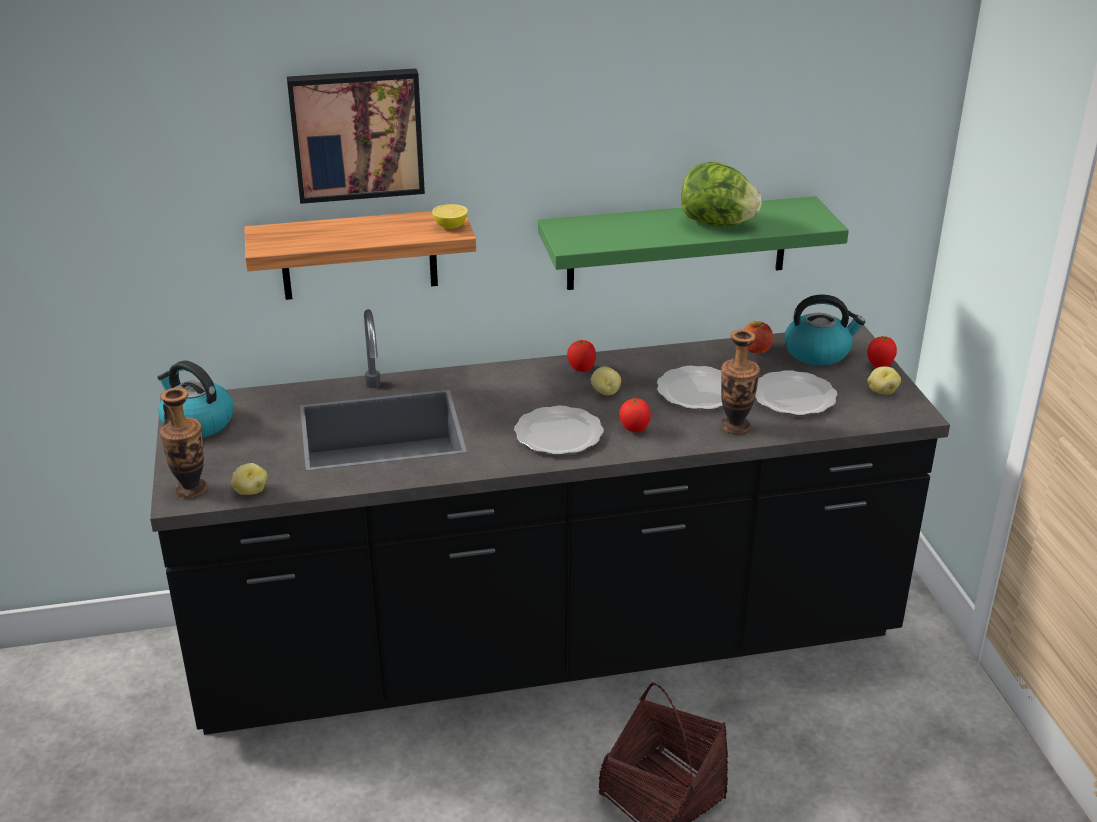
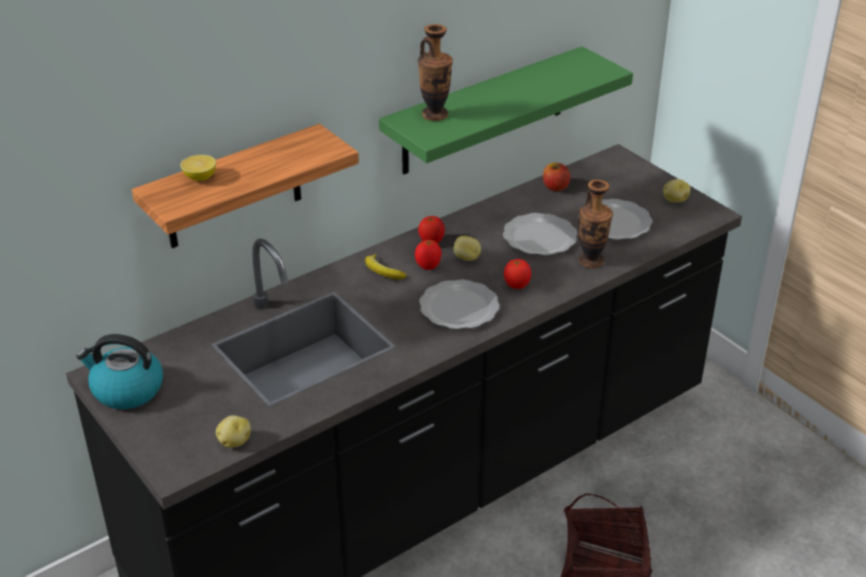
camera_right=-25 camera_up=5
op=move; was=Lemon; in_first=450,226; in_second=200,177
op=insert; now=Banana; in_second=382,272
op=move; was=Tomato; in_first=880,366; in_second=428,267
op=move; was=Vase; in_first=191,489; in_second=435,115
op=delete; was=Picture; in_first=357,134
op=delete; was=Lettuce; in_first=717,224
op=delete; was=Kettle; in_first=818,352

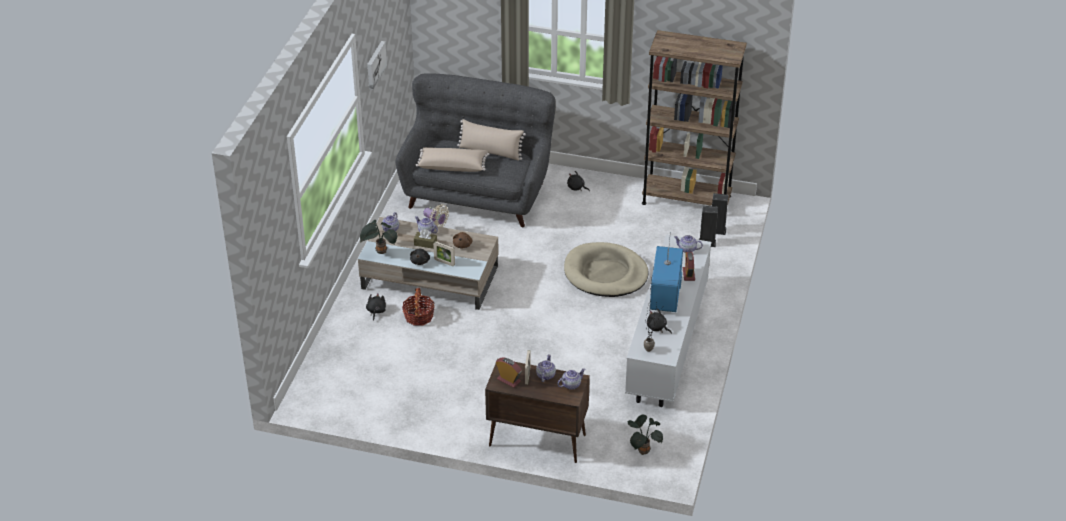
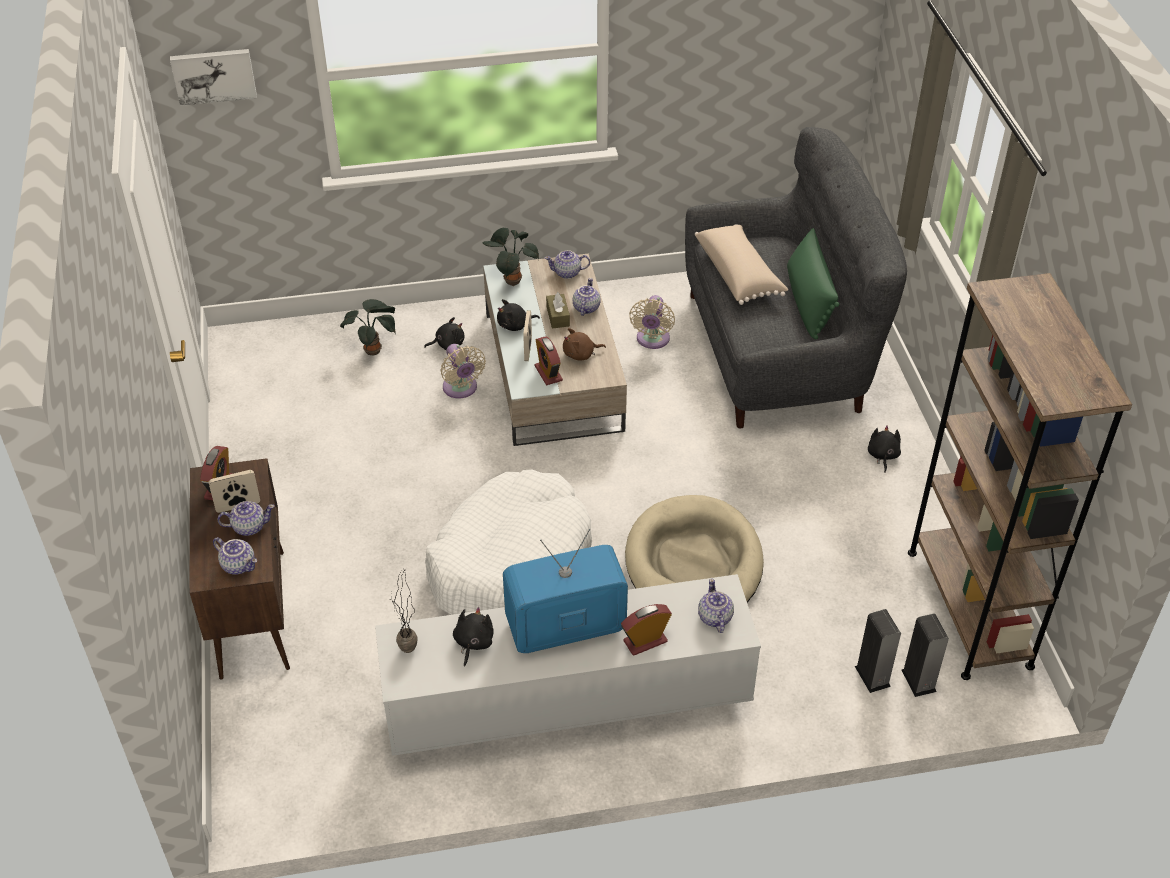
camera_right=65 camera_up=5
op=move; was=Picture; in_first=375,64; in_second=214,75
op=move; was=PottedPlant; in_first=642,450; in_second=374,350
op=insert; now=WhiteDogBed; in_second=510,562
op=replace; was=Basket; now=BeigeFan; in_first=418,316; in_second=461,389
op=insert; now=AlarmClock; in_second=548,373
op=recolor; was=BeigePillow; now=GreenPillow; in_first=490,151; in_second=808,301

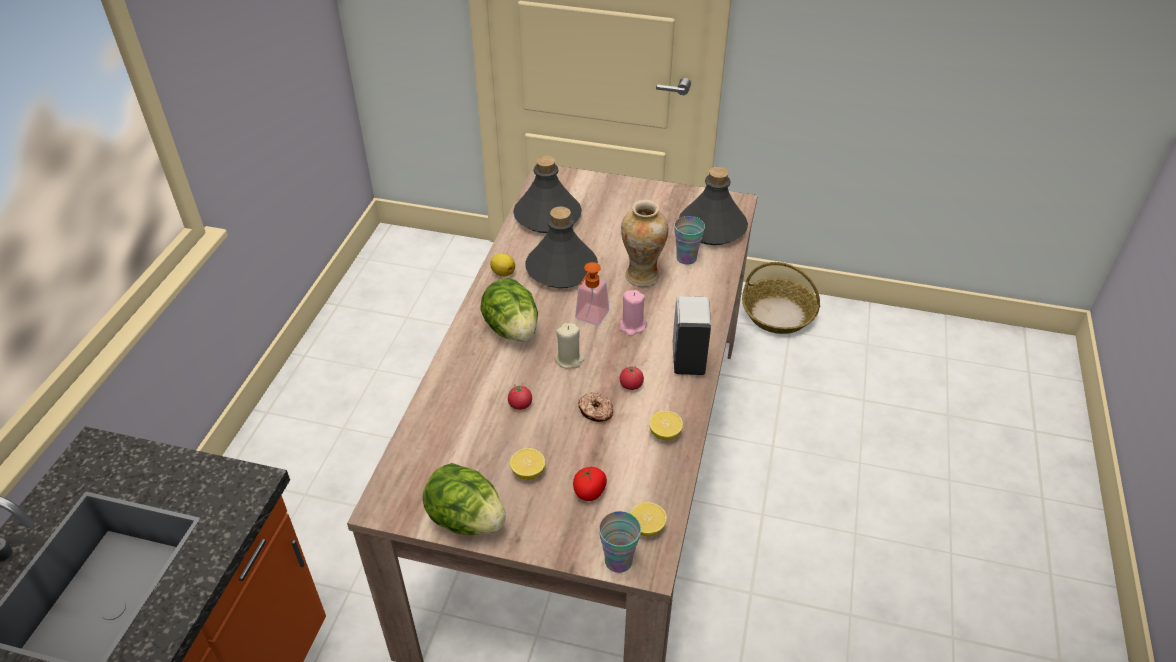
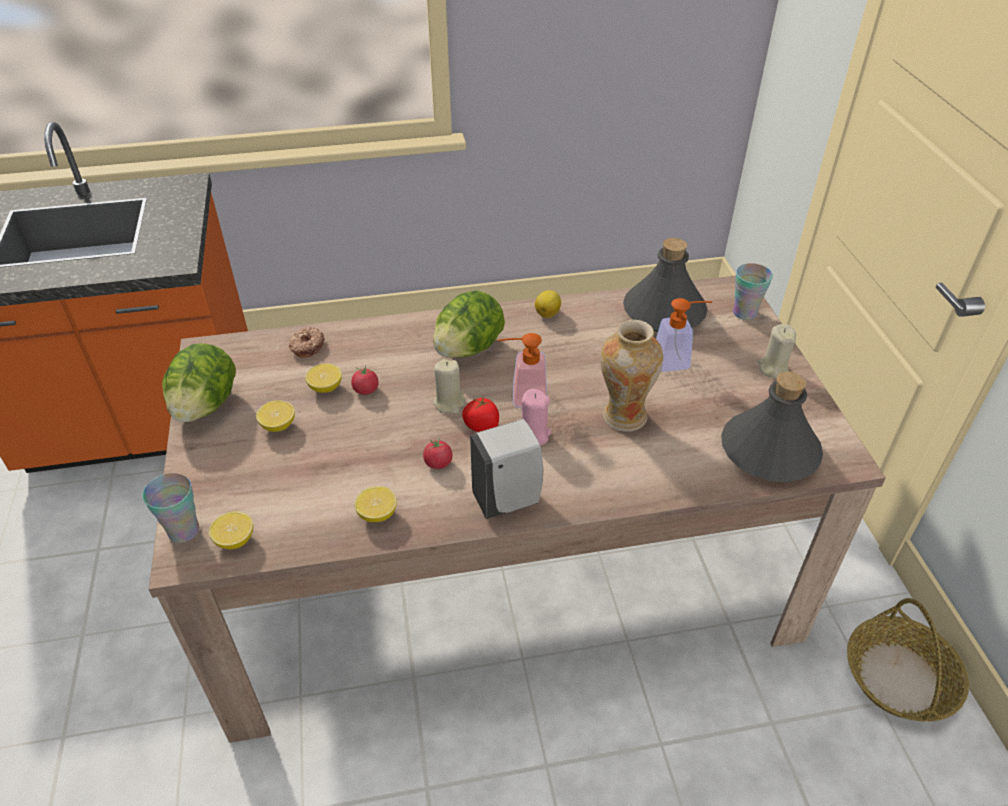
camera_right=65 camera_up=0
op=move; was=Donut; in_first=595,411; in_second=307,346
op=insert; now=Lemon; in_second=326,388
op=move; was=Tomato; in_first=589,492; in_second=482,426
op=insert; now=SoapDispenser; in_second=677,360
op=move; was=Cup; in_first=686,258; in_second=744,313
op=insert; now=BeigeCandle; in_second=773,368
op=delete; was=GreyBottle; in_first=562,269

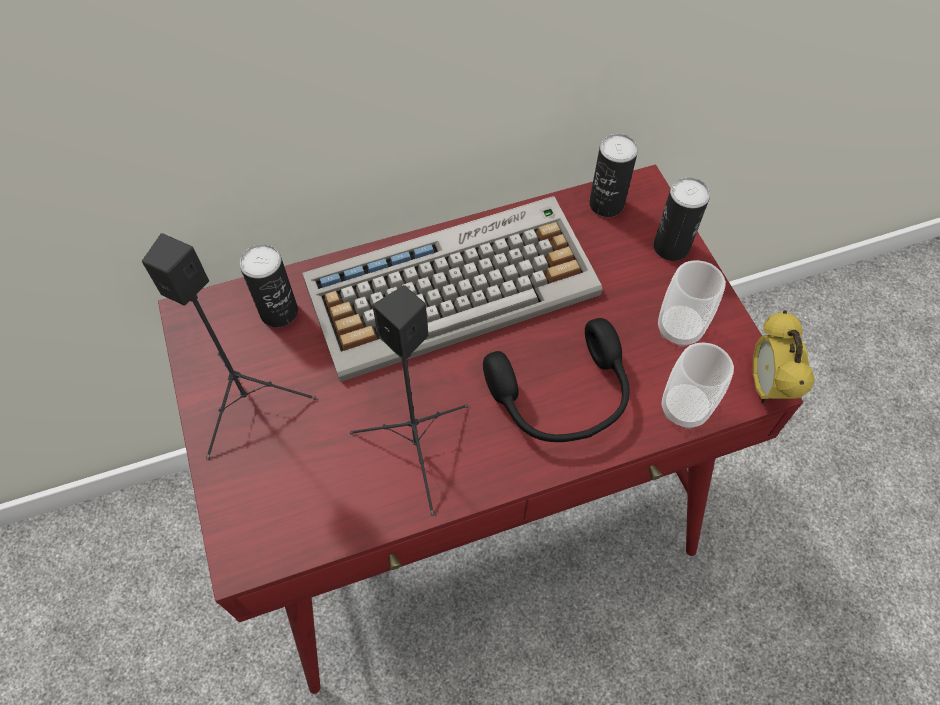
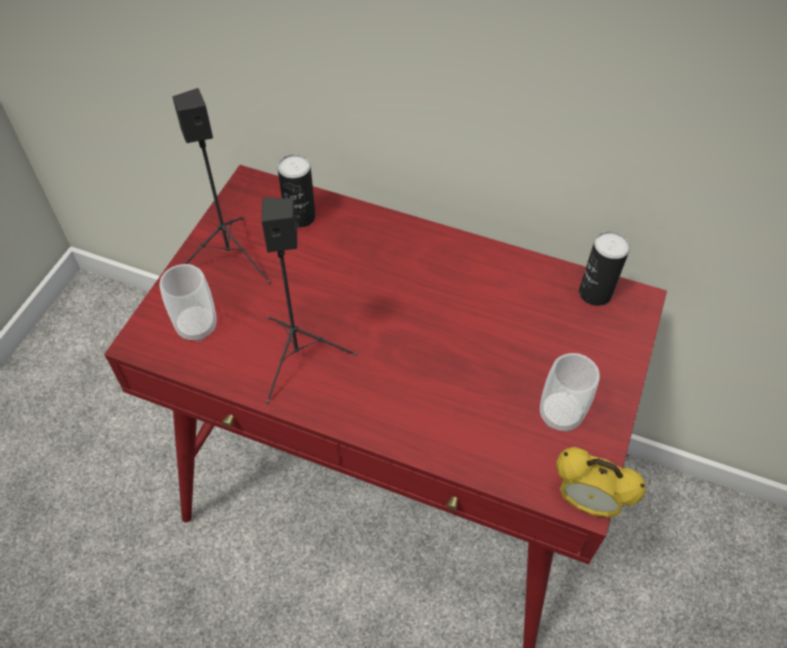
camera_right=40 camera_up=-5
op=move; was=Cup; in_first=684,408; in_second=197,326
op=rotate; was=AlarmClock; in_first=766,386; in_second=586,502; clockwise=-105
op=delete; was=Keyboard; in_first=454,286
op=delete; was=BlackHeadphones; in_first=562,398
op=delete; was=Can; in_first=671,247

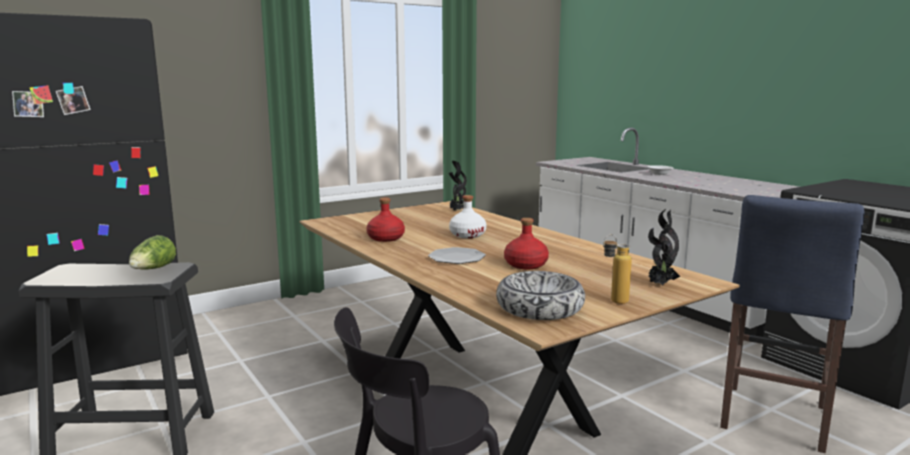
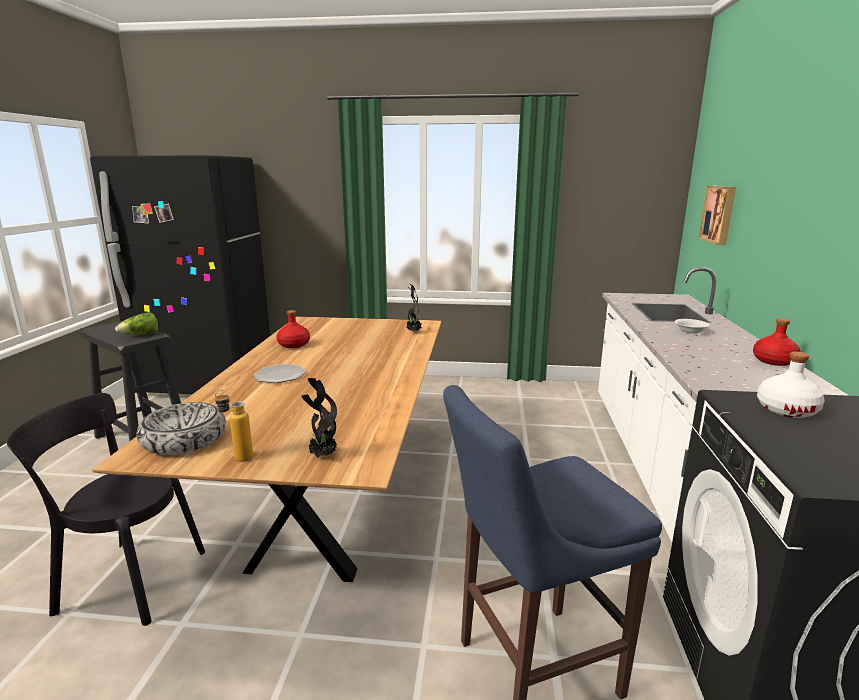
camera_right=40 camera_up=5
op=insert; now=Picture; in_second=719,214
op=move; was=RedBottle; in_first=525,265; in_second=773,361
op=move; was=WhiteBottle; in_first=467,235; in_second=786,409

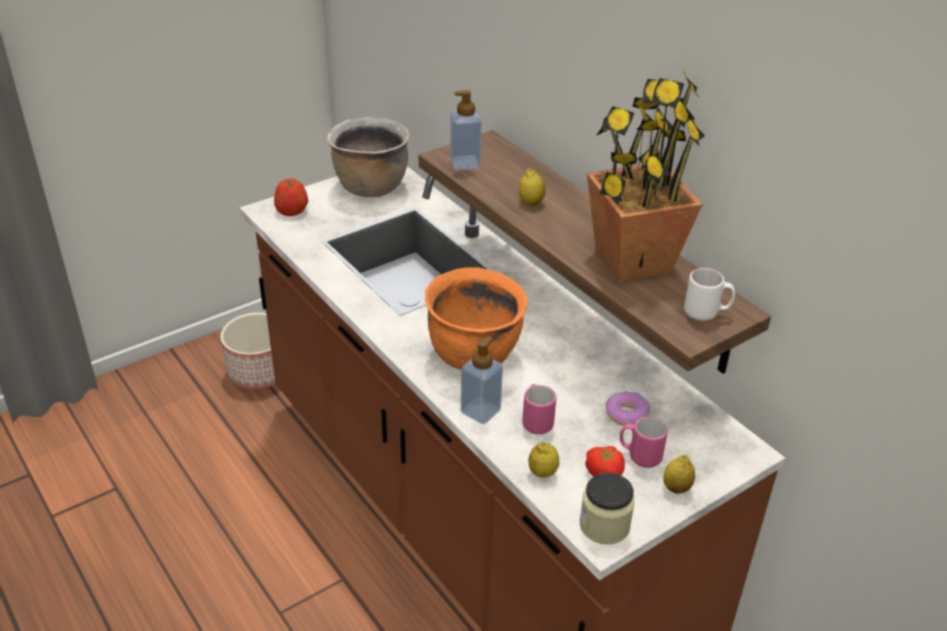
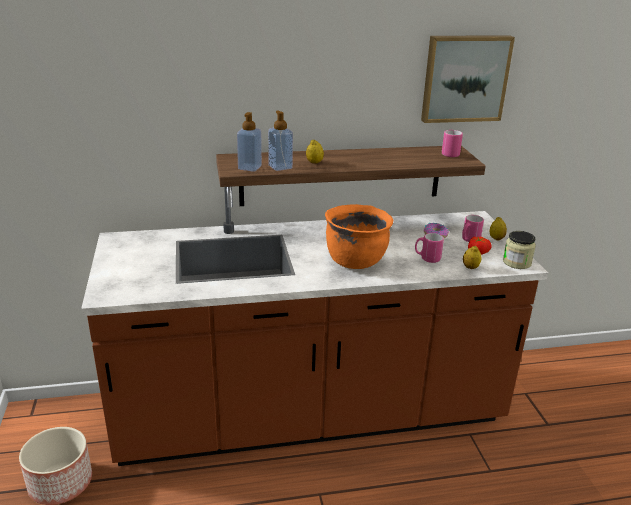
camera_right=-65 camera_up=-10
op=move; was=SoapDispenser; in_first=480,411; in_second=280,167
op=insert; now=Picture; in_second=464,78
op=recolor; was=WhiteMug; now=PinkMug; in_first=707,313; in_second=451,154
op=delete; was=Apple; in_first=292,210
op=delete; was=BrownCookingPot; in_first=370,186
op=delete; was=PottedPlant; in_first=632,262

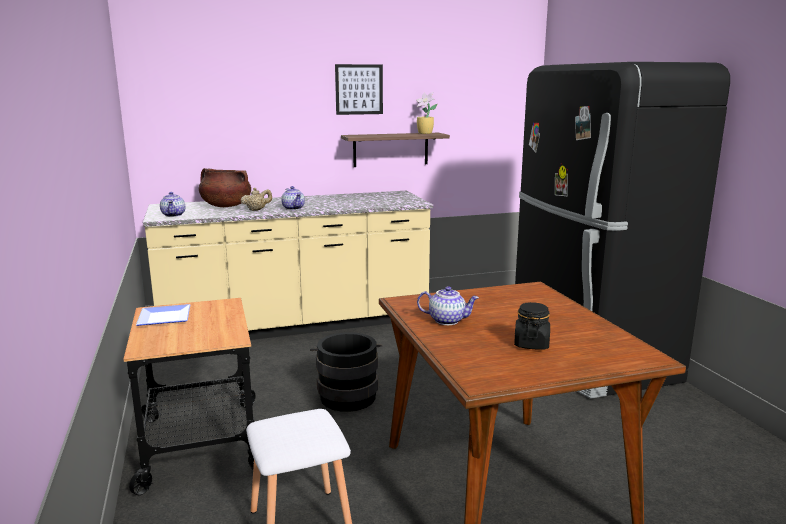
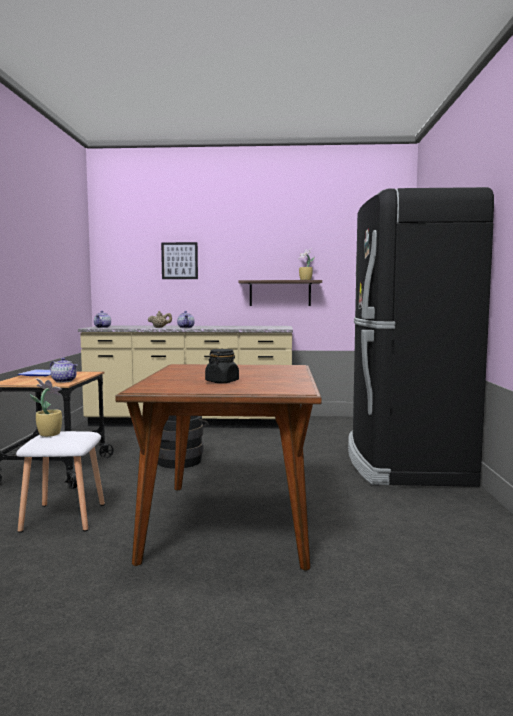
camera_right=20 camera_up=-10
op=insert; now=PottedPlant; in_second=49,434
op=move; was=Teapot; in_first=447,320; in_second=64,381
op=move; was=Picture; in_first=359,89; in_second=179,260
op=delete; was=BrownCookingPot; in_first=226,206

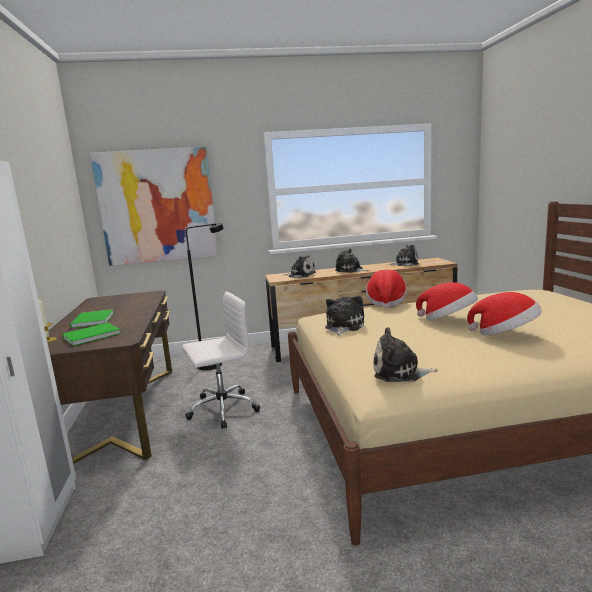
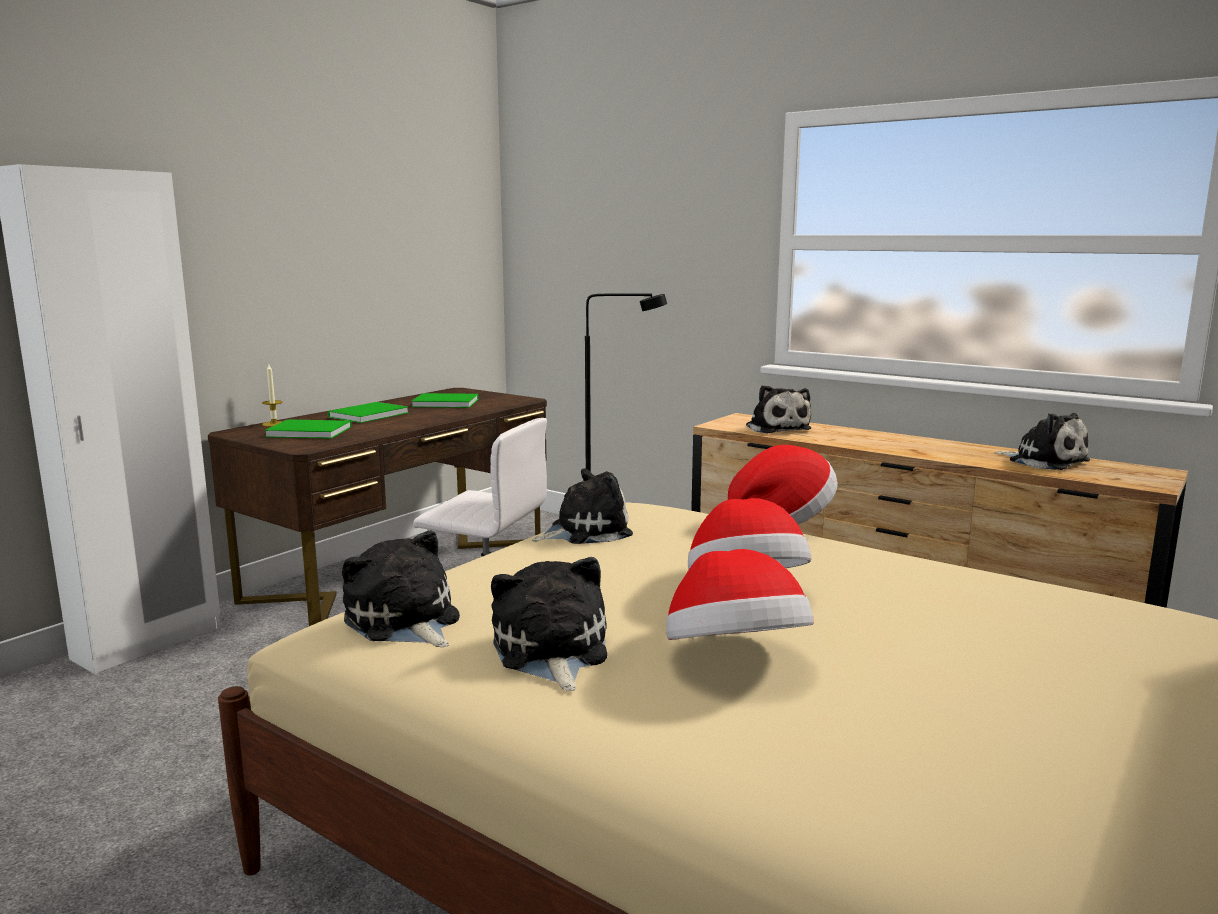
camera_right=45 camera_up=0
op=insert; now=GreenBook; in_second=444,402
op=move; was=PlushToy; in_first=350,270; in_second=550,652
op=delete; was=Picture; in_first=157,206

